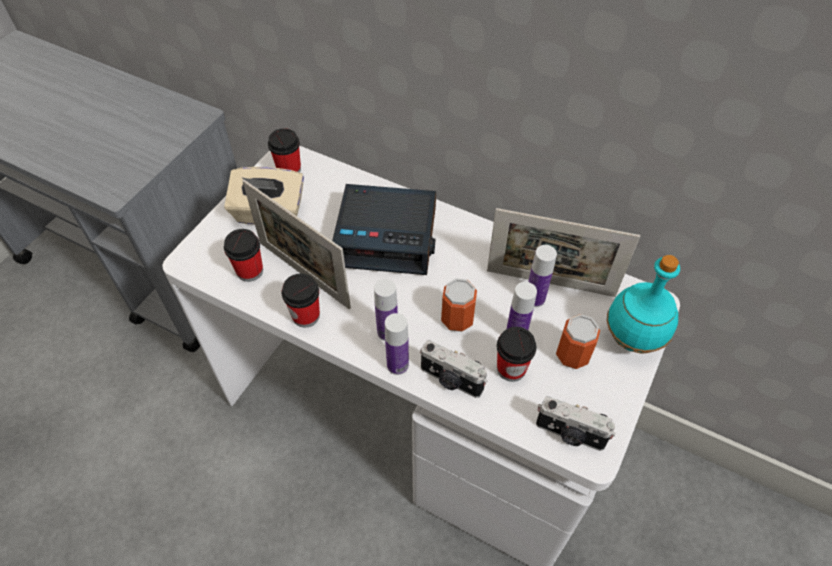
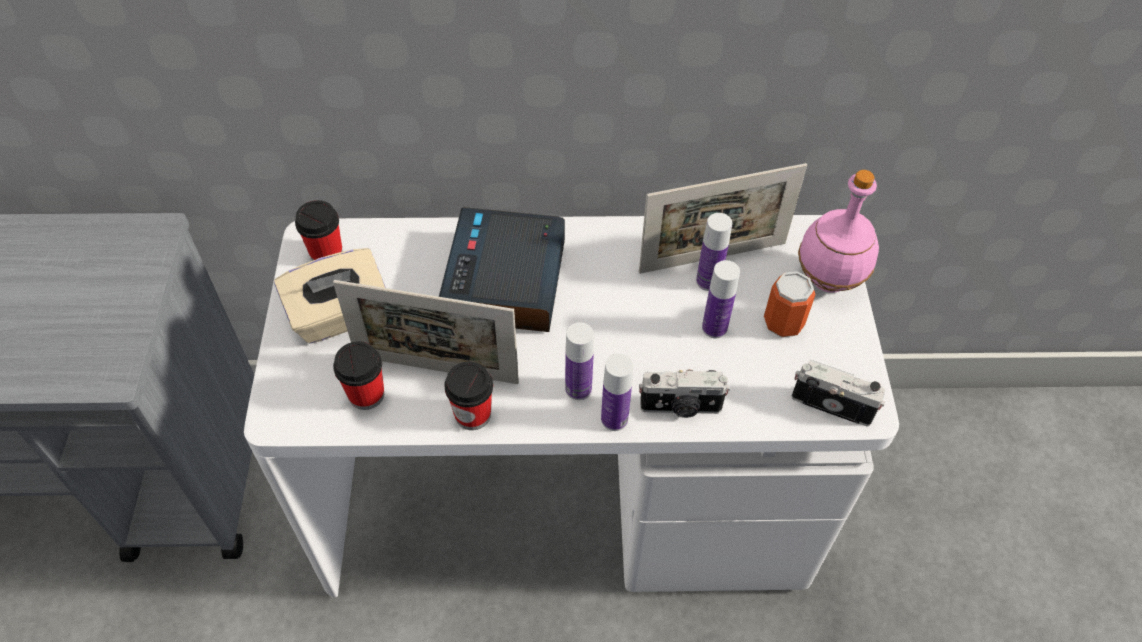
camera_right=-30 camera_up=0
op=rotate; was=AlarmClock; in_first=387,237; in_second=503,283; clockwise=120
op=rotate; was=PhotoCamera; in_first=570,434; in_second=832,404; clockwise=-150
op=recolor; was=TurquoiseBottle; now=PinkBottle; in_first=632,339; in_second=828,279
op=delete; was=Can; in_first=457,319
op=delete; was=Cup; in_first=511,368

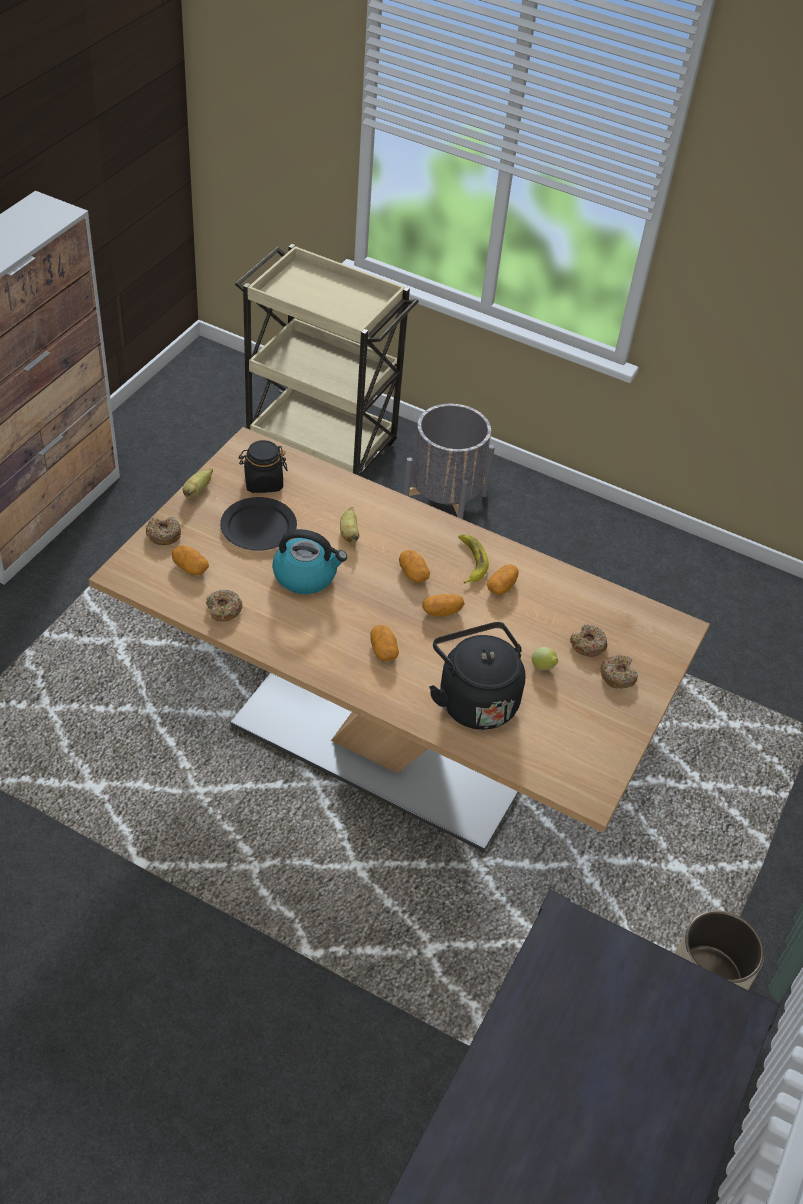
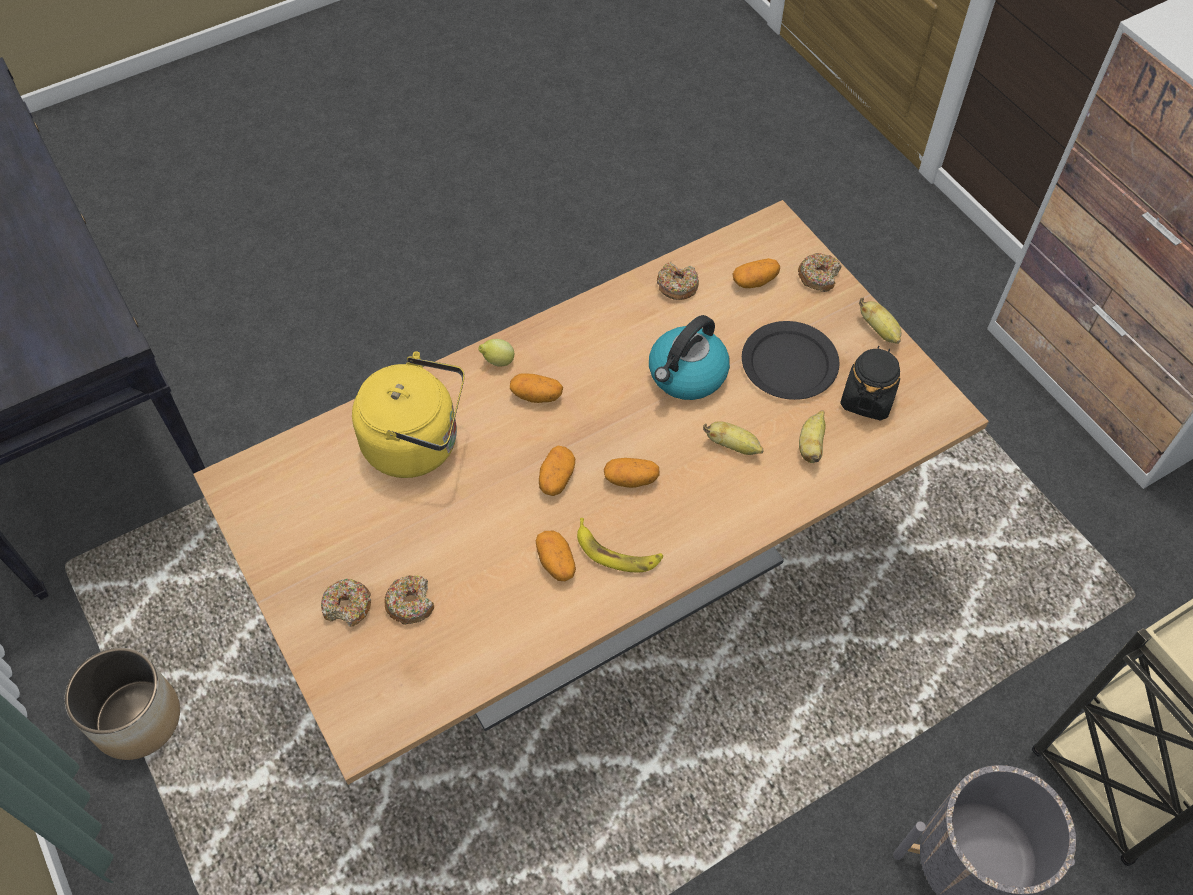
camera_right=125 camera_up=10
op=recolor; was=BlackKettle; now=YellowKettle; in_first=474,699; in_second=418,443
op=move; was=Lemon; in_first=543,667; in_second=497,362
op=insert; now=Banana; in_second=811,445

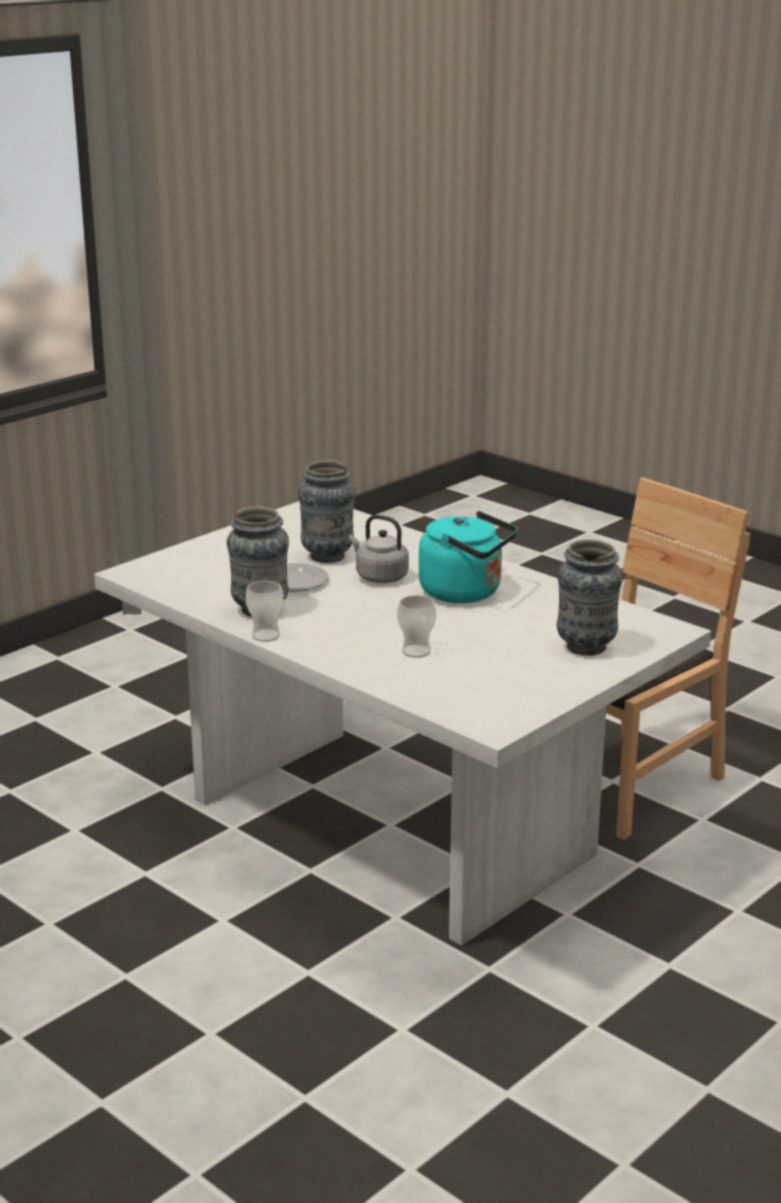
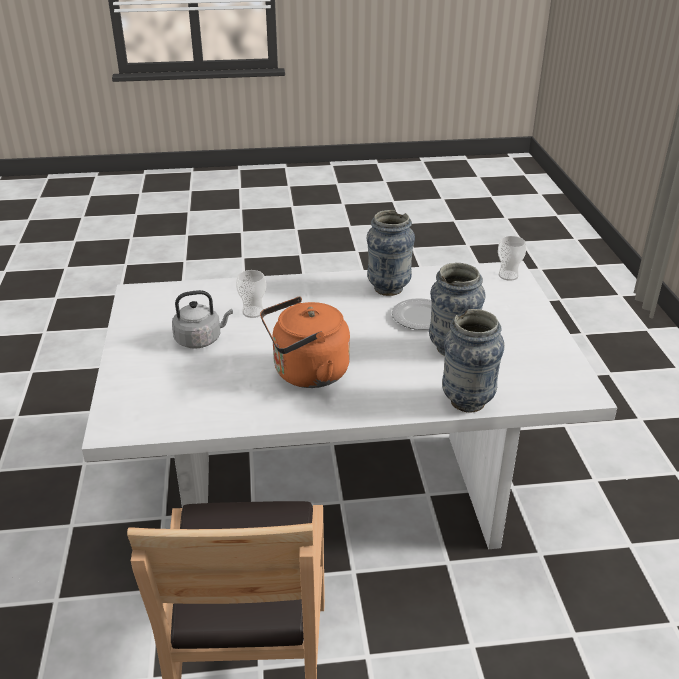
camera_right=130 camera_up=10
op=move; was=GreyKettle; in_first=379,577; in_second=201,339
op=recolor; was=TurquoiseKettle; now=OrangeKettle; in_first=466,593; in_second=306,373
op=move; was=Vase; in_first=586,647; in_second=467,401
op=move; was=Cup; in_first=266,636; in_second=508,275

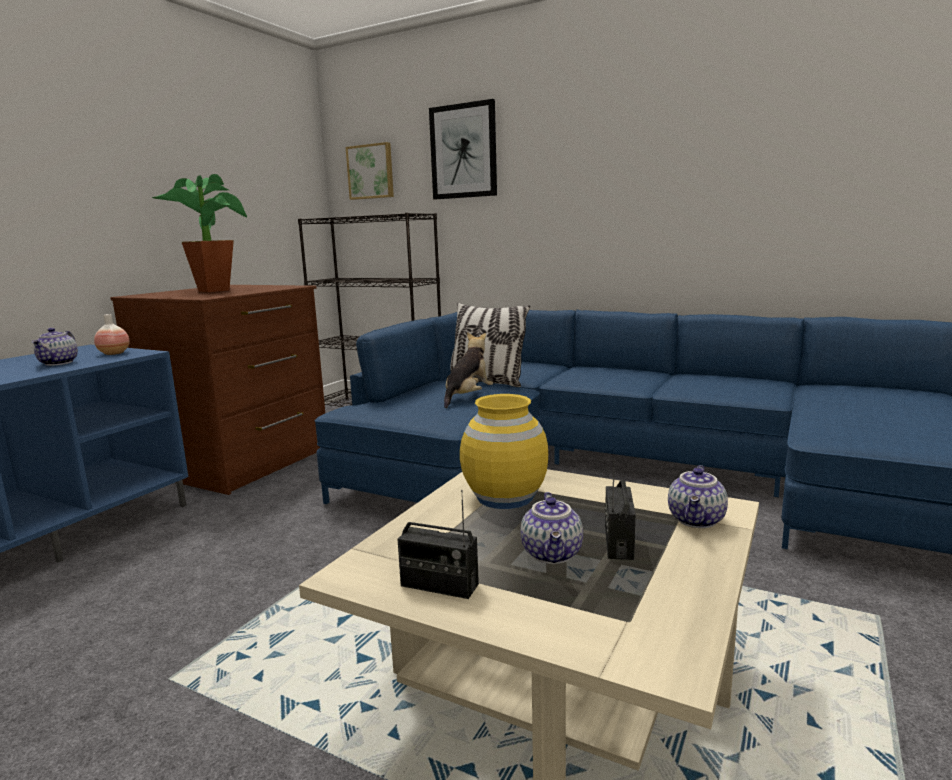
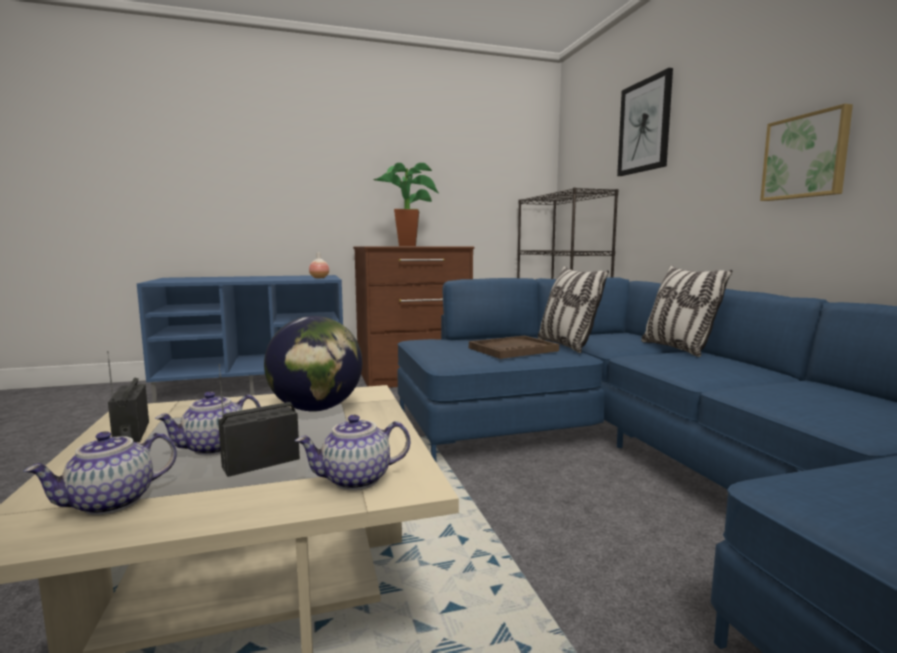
camera_right=45 camera_up=-5
op=move; was=Teapot; in_first=59,363; in_second=111,503
op=replace; was=YellowVase; now=Globe; in_first=505,497; in_second=316,409
op=replace; was=PlushToy; now=BrownTray; in_first=468,397; in_second=513,349
op=insert; now=Pillow; in_second=677,349
op=move; was=Picture; in_first=371,172; in_second=806,156

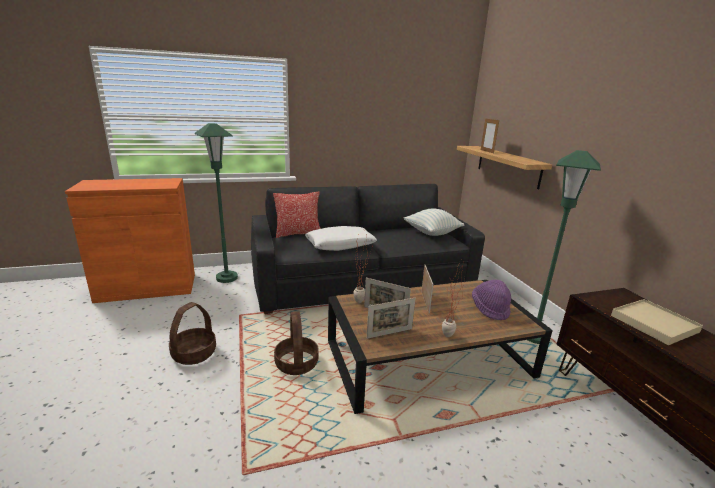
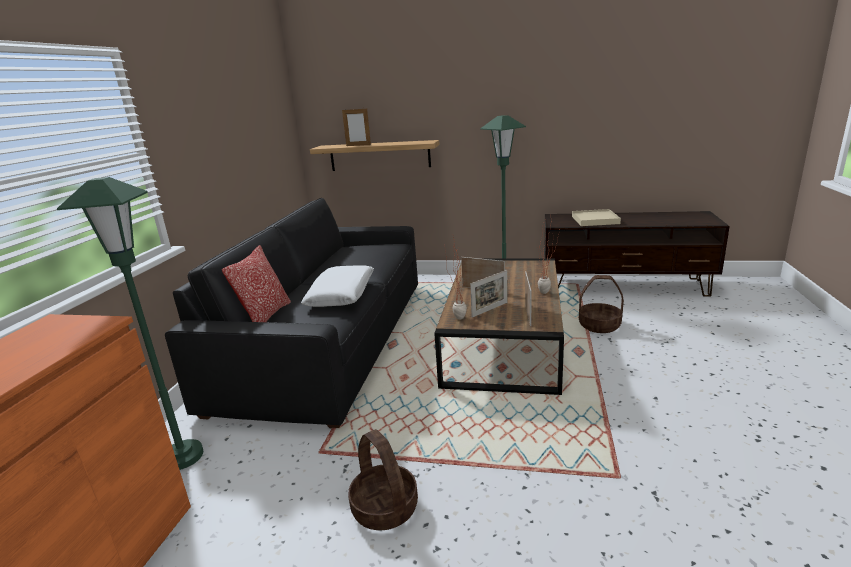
camera_right=-60 camera_up=0
op=move; was=Basket; in_first=297,363; in_second=599,325
op=delete; was=Pillow; in_first=432,233
op=delete; was=PurpleHat; in_first=490,309

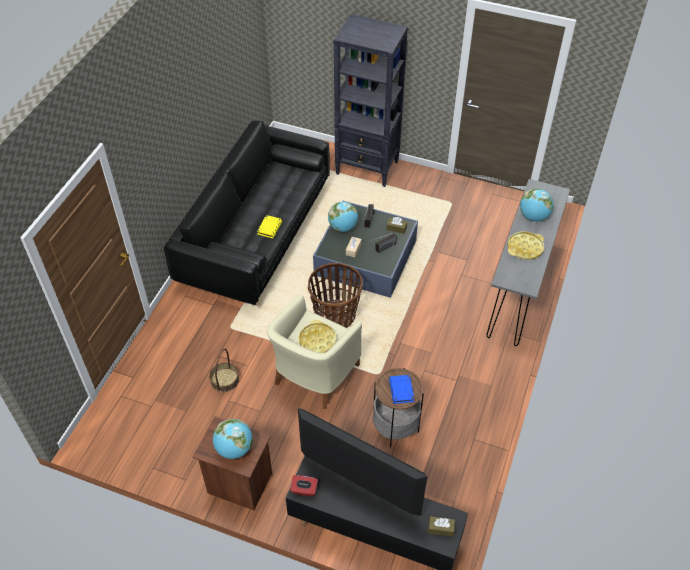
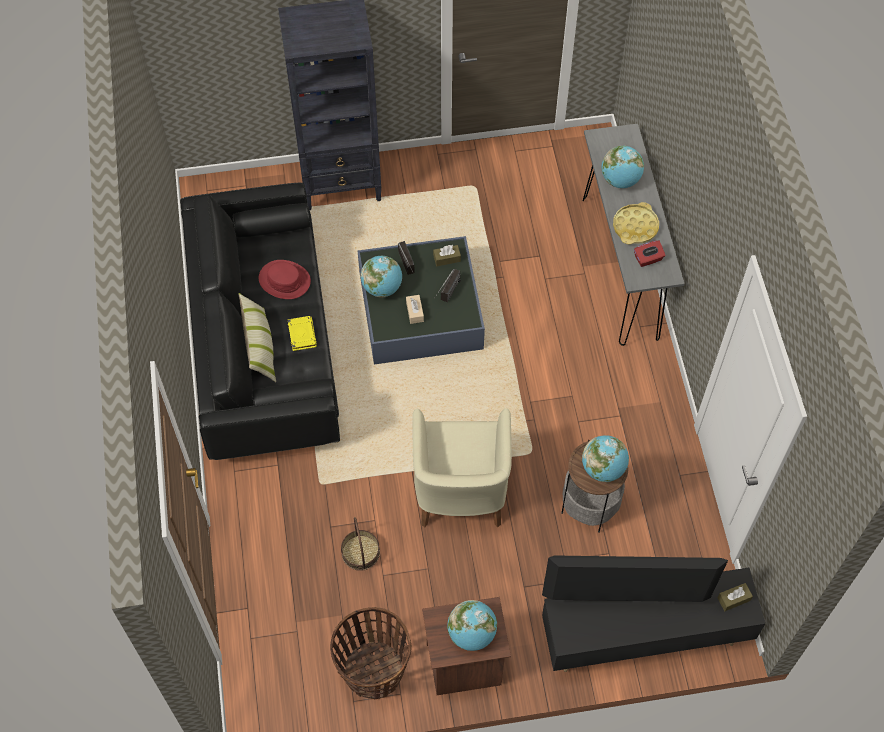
camera_right=-30 camera_up=10
op=insert; now=Pillow; in_second=260,346
op=insert; now=RedHat; in_second=284,280
op=move; was=Basket; in_first=335,316; in_second=373,670
op=replace; was=BlueBook; now=Globe; in_first=401,391; in_second=603,468
op=move; was=RedTissueBox; in_first=304,490; in_second=648,259
op=delete; was=YellowTray; in_first=317,340

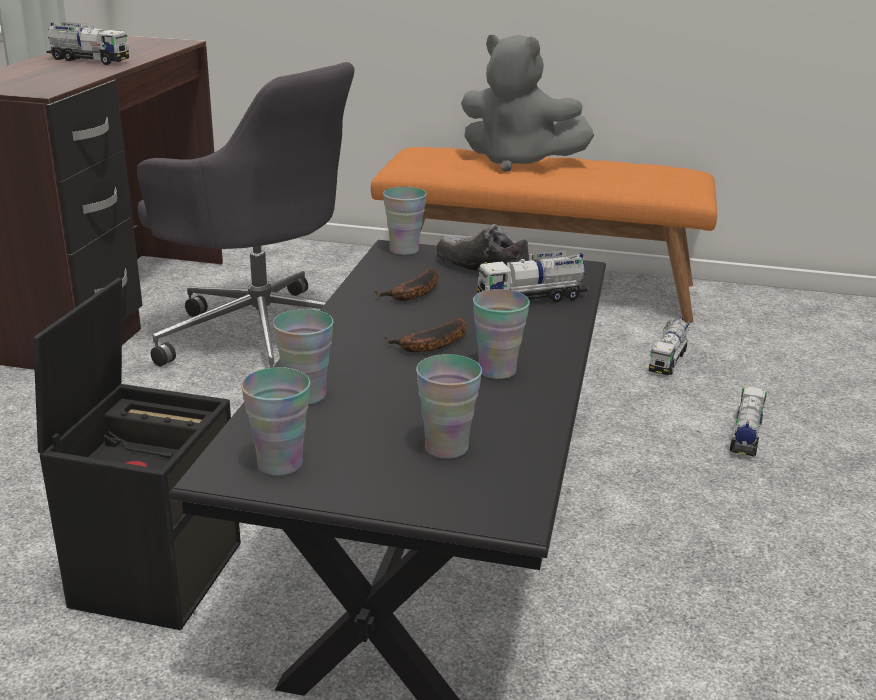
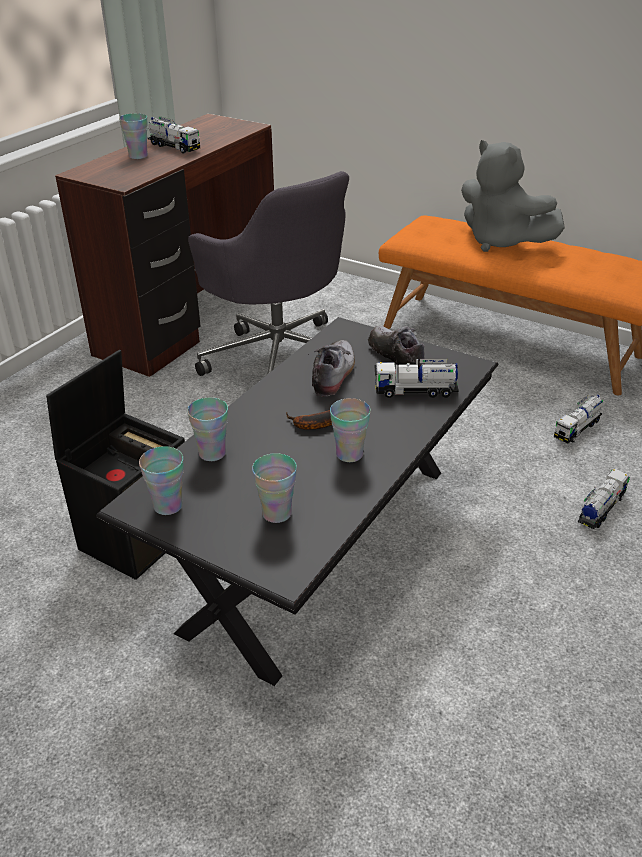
camera_right=20 camera_up=10
op=move; was=Cup; in_first=404,250; in_second=138,156
op=replace; was=Banana; now=Shoe; in_first=414,293; in_second=333,374

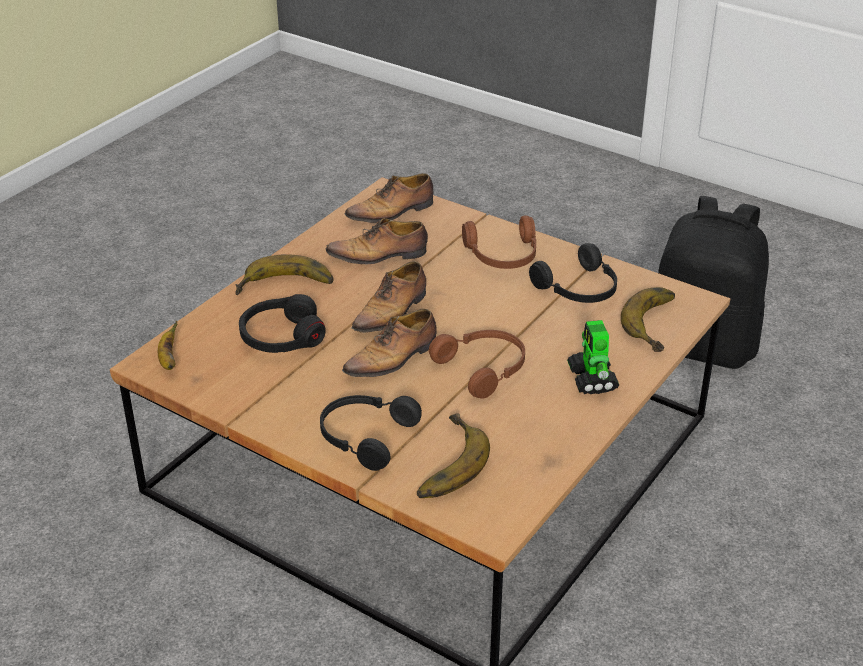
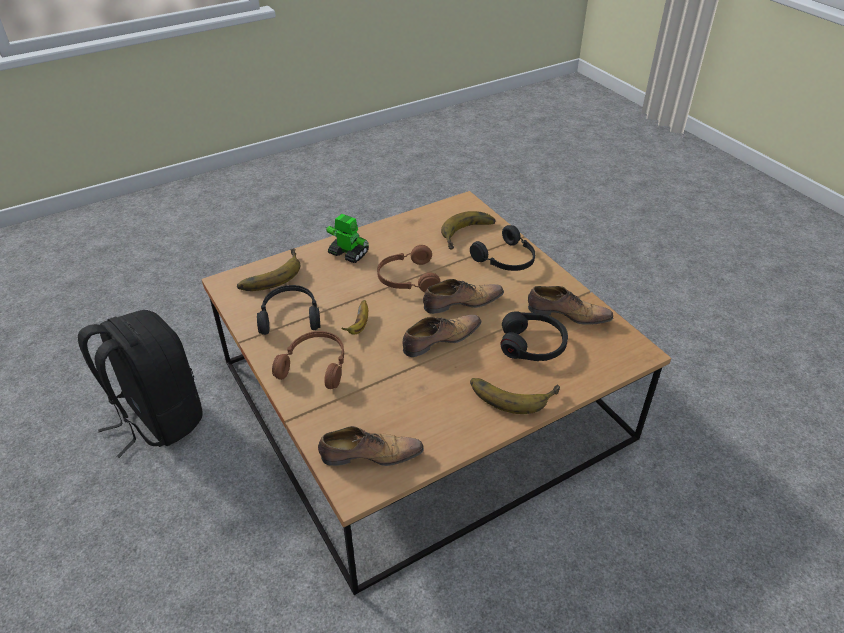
camera_right=-155 camera_up=5
op=rotate; was=ToyRobot; in_first=592,379; in_second=348,253; clockwise=-75
op=move; was=Banana; in_first=168,359; in_second=359,325
op=move; was=Shoe; in_first=379,255; in_second=566,314

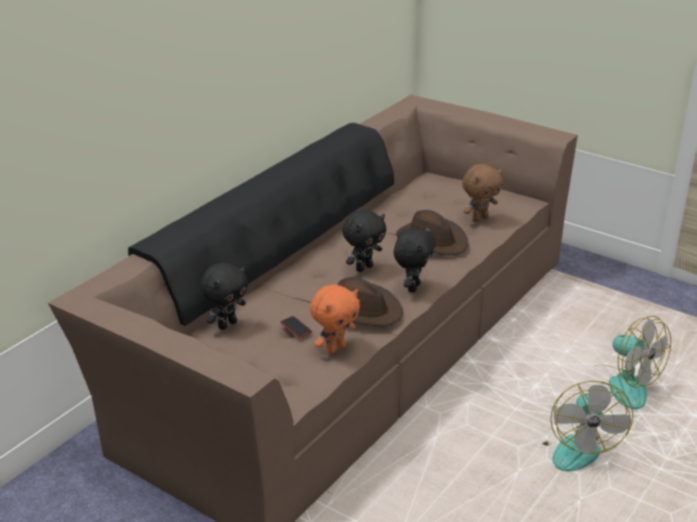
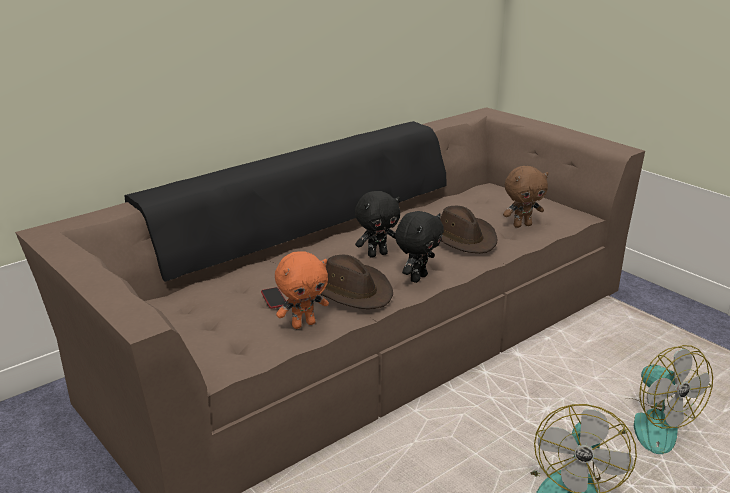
camera_right=15 camera_up=-5
op=delete; was=BlackPlushToy; in_first=227,324

